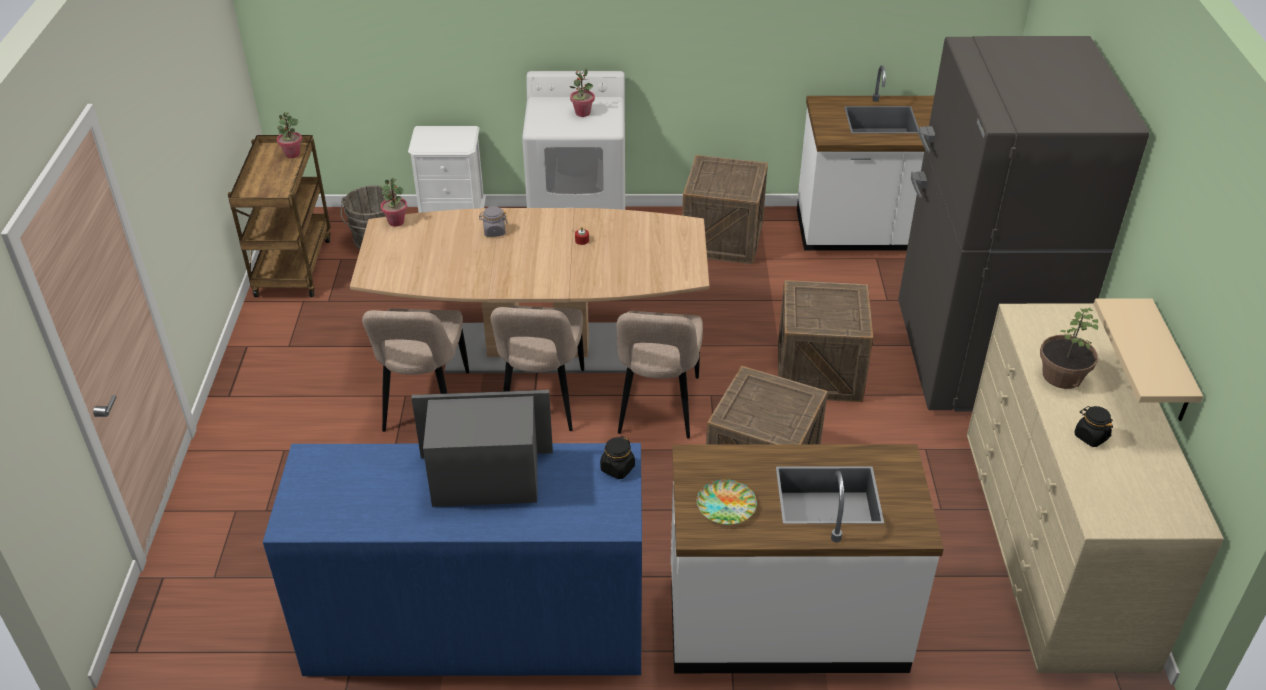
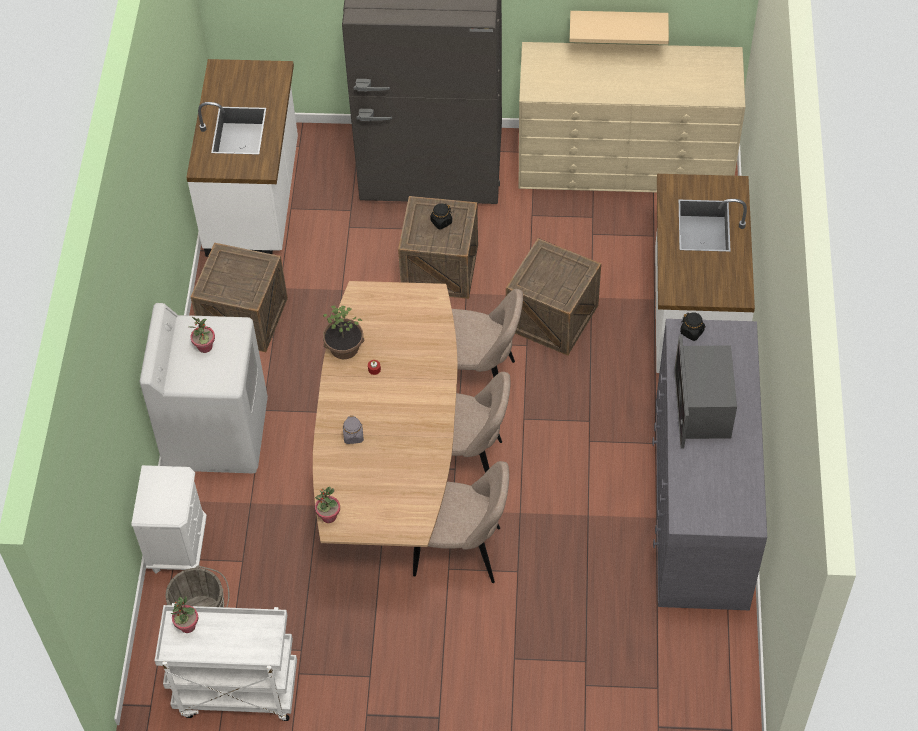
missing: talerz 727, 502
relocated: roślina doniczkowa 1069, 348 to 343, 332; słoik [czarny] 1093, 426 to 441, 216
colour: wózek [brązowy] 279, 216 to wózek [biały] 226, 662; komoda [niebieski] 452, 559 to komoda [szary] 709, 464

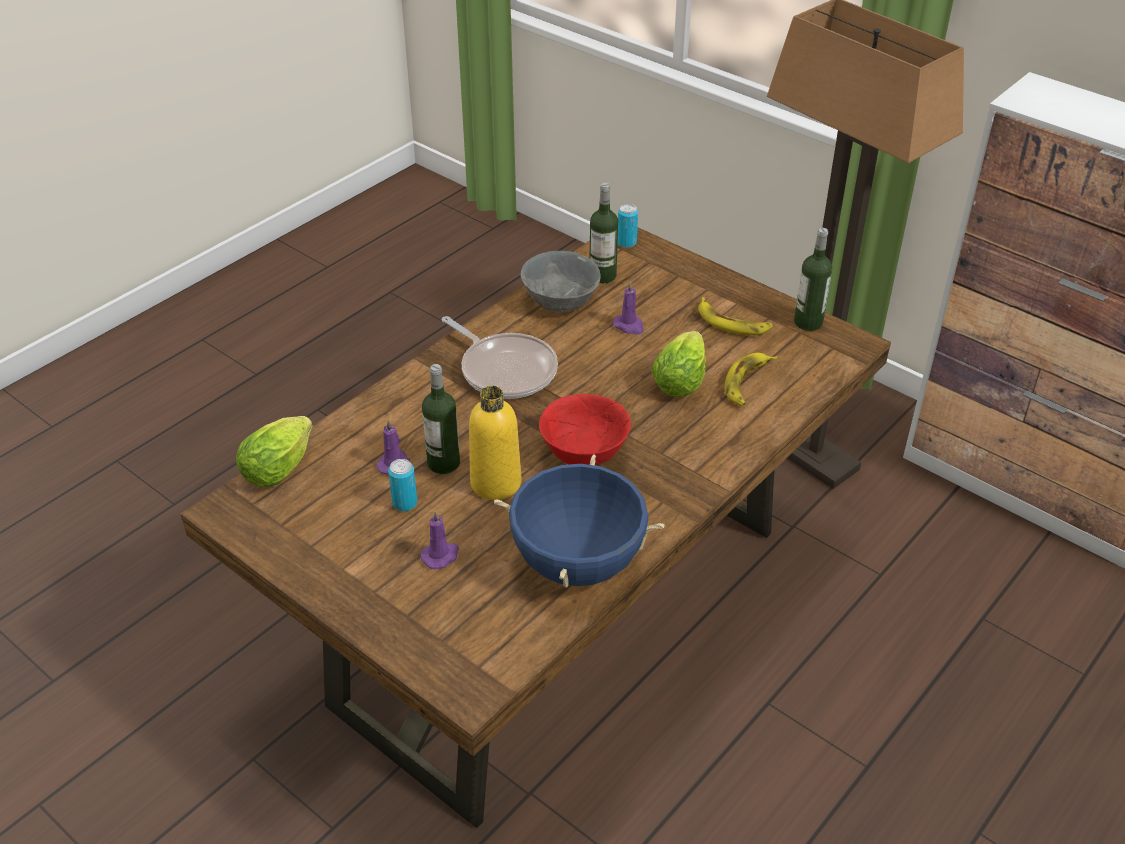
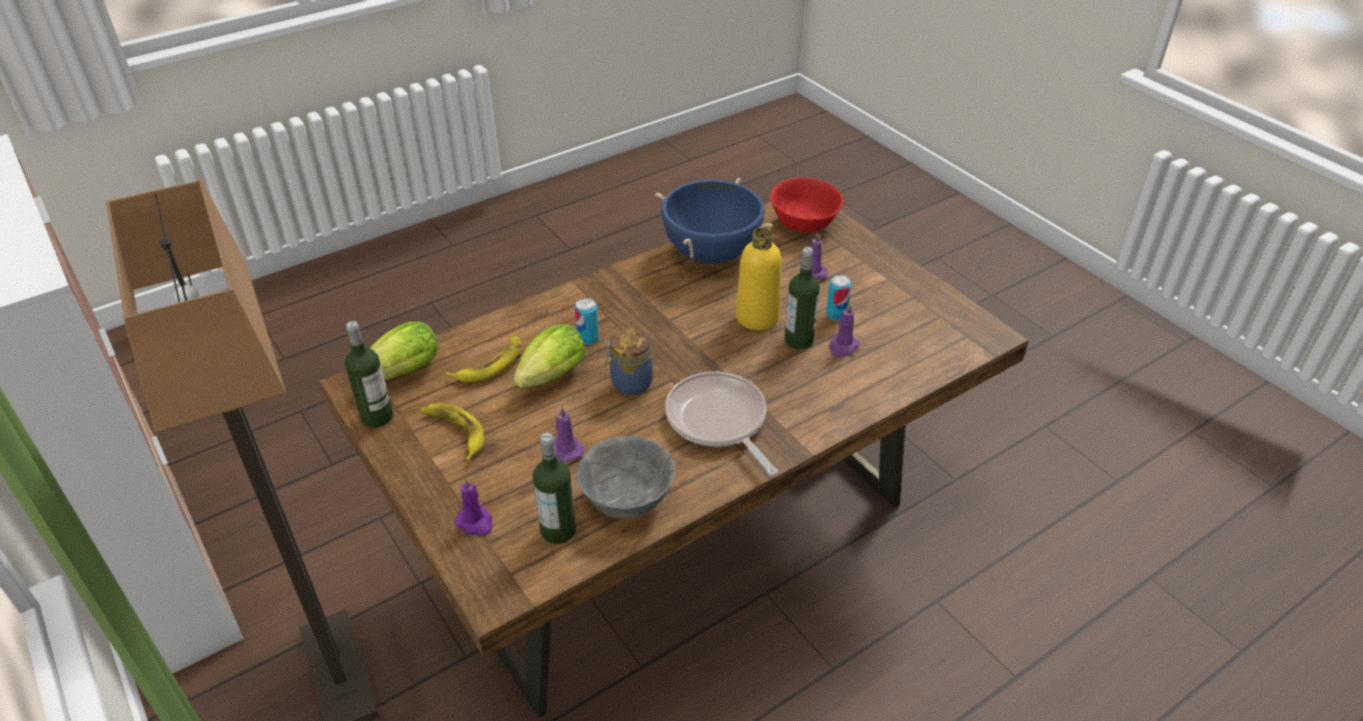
appeared: świeca [fioletowy] 473, 506; słoik 629, 361
relocated: sałata 274, 451 to 404, 350; miska [czerwony] 585, 429 to 806, 205; puszka 628, 226 to 587, 321

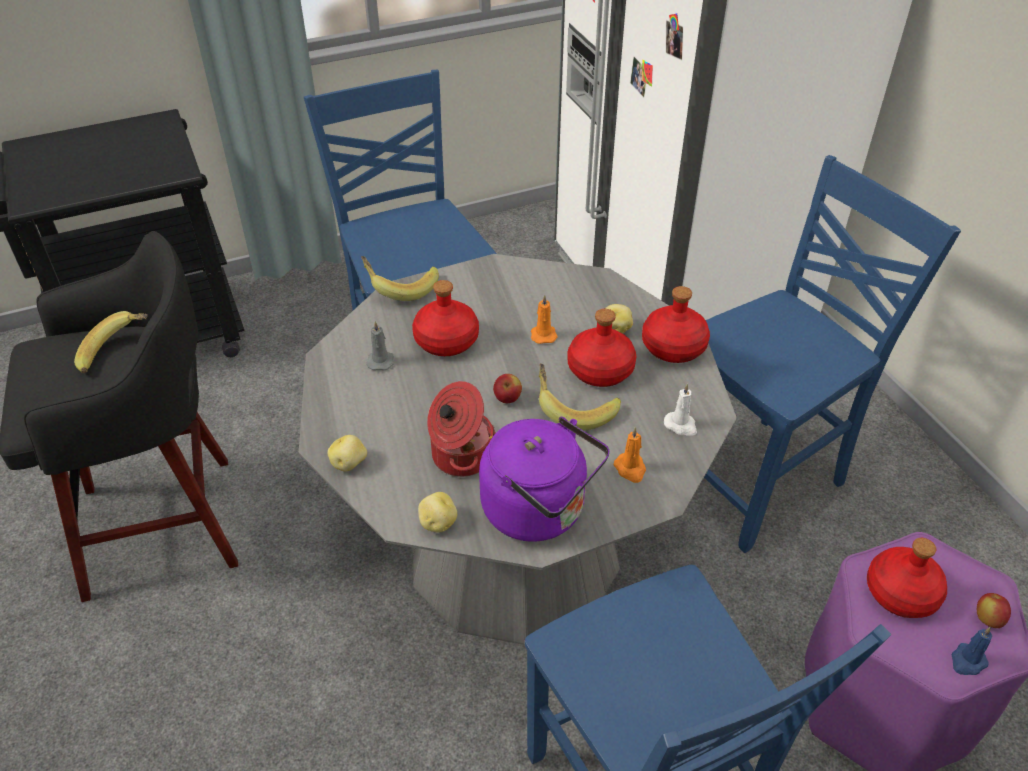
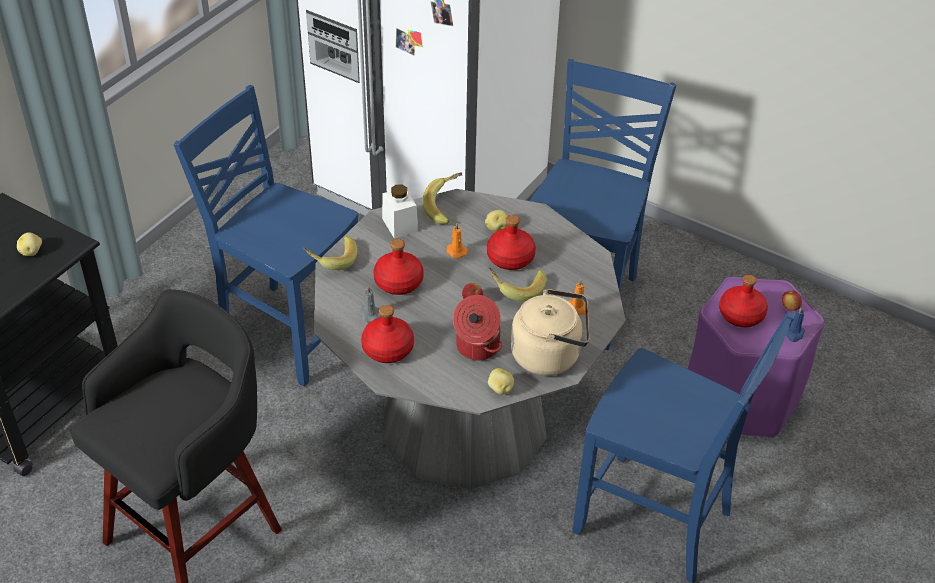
missing: świeca [biały] 680, 409
appeared: słoik [biały] 400, 212
relocated: banan 111, 342 to 442, 199; ziemniak 347, 453 to 29, 244; butelka [czerwony] 676, 324 to 387, 334
colour: czajnik [fioletowy] 544, 479 to czajnik [beżowy] 550, 332

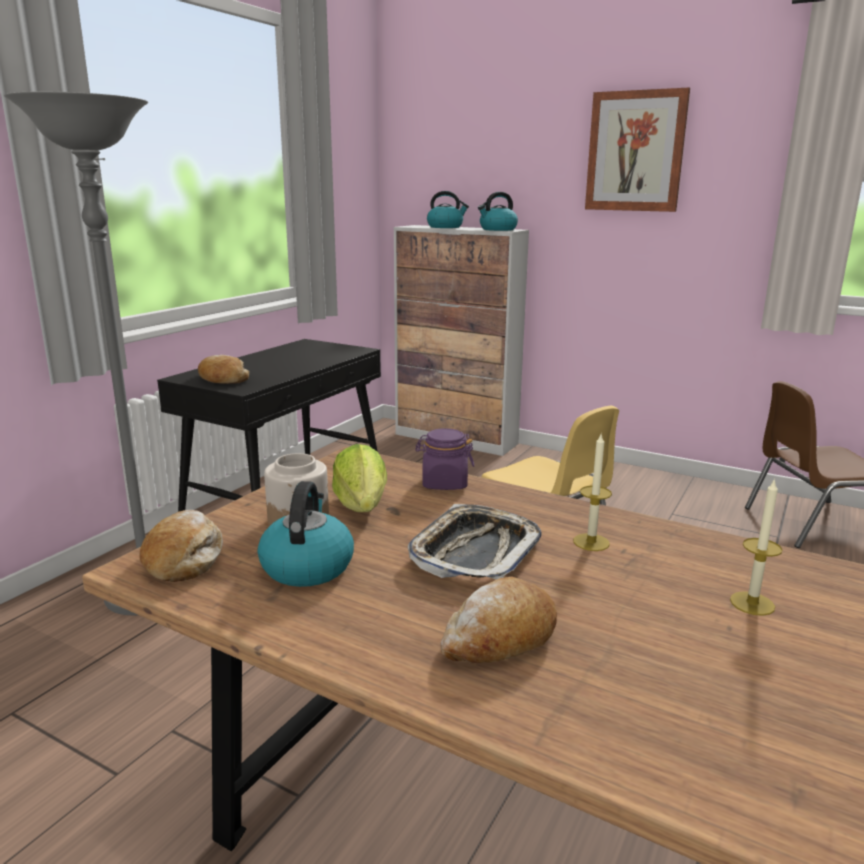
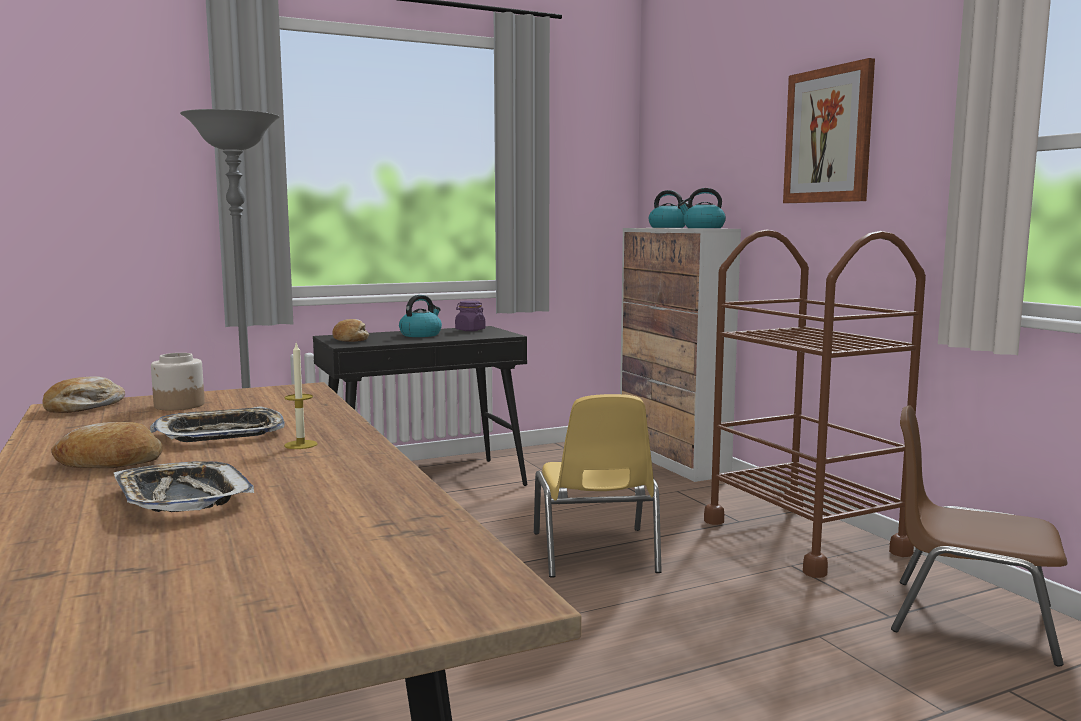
missing: sałata 359, 478; świeca 756, 547
appeared: taca 184, 486; wózek [brązowy] 815, 403
relocated: czajnik 306, 534 to 420, 316; słoik [fioletowy] 444, 459 to 470, 316

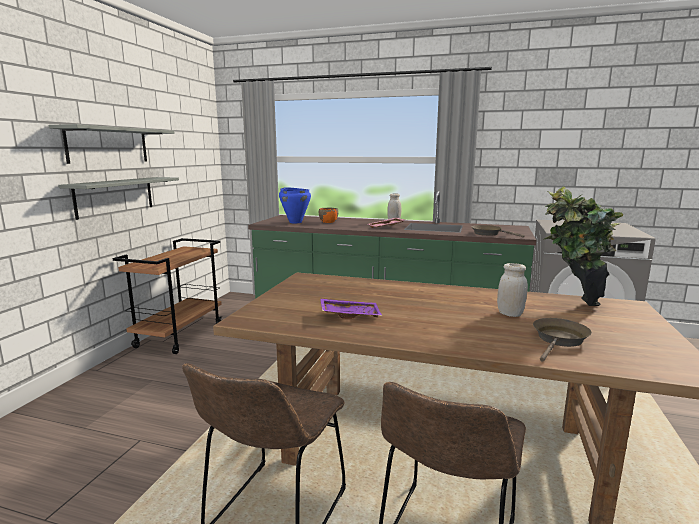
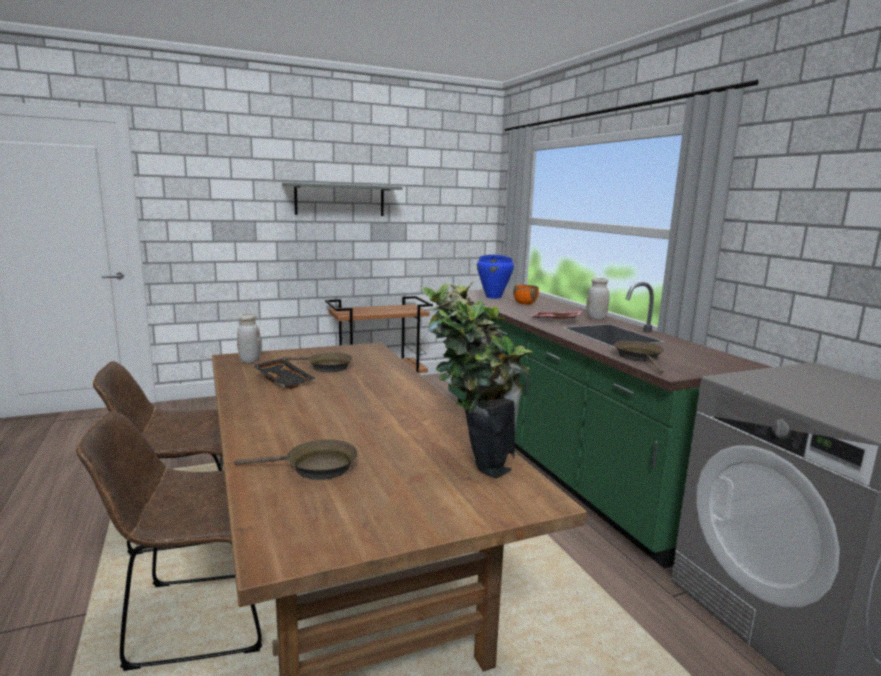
missing: półka [szary] 118, 198
appeared: patelnia [brązowy] 317, 362
relocated: słoik [biały] 512, 290 to 249, 338
colour: taca [fioletowy] 351, 308 to taca [czarny] 284, 373

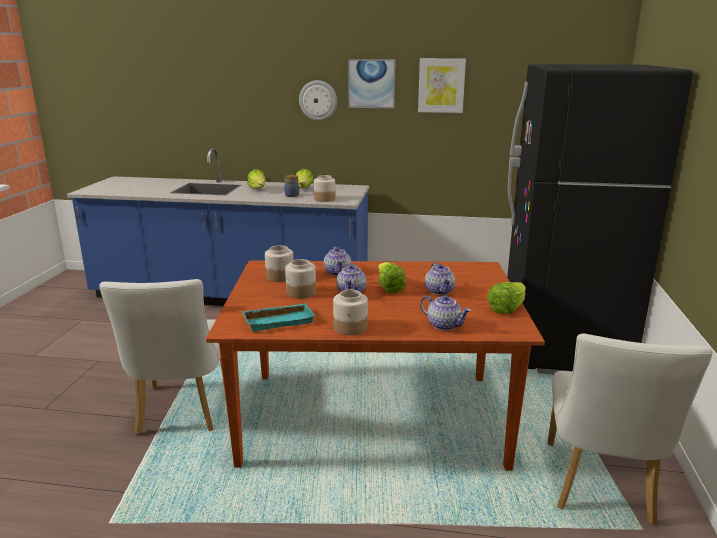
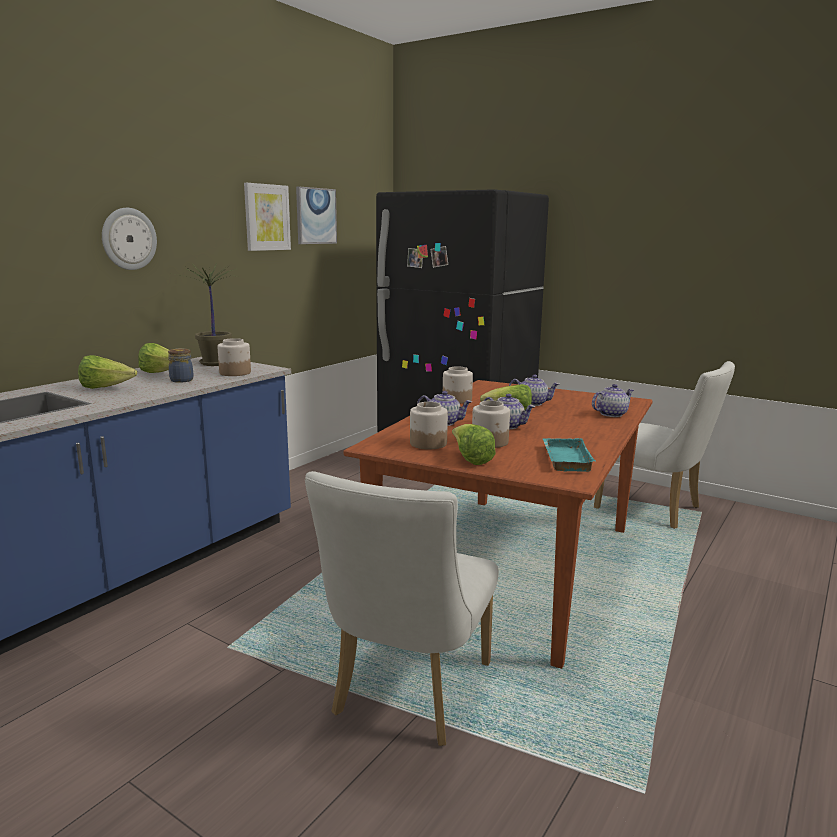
appeared: roślina doniczkowa 207, 314
relocated: słoik 350, 312 to 458, 385; obraz 372, 84 to 316, 215; sałata 506, 298 to 474, 444
spun: krzesło [biały] 161, 356 = 402, 608 90 degrees clockwise

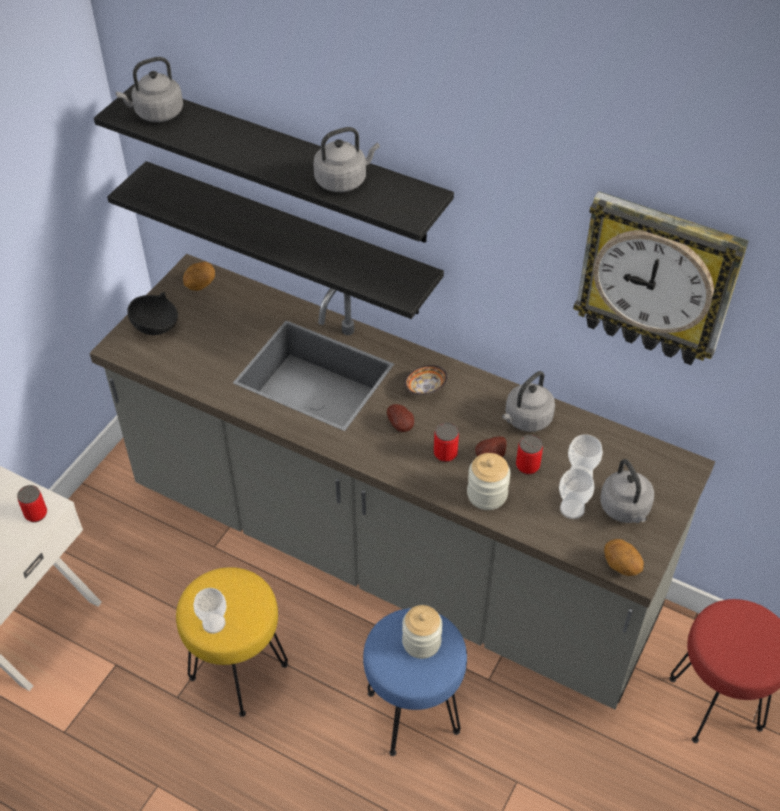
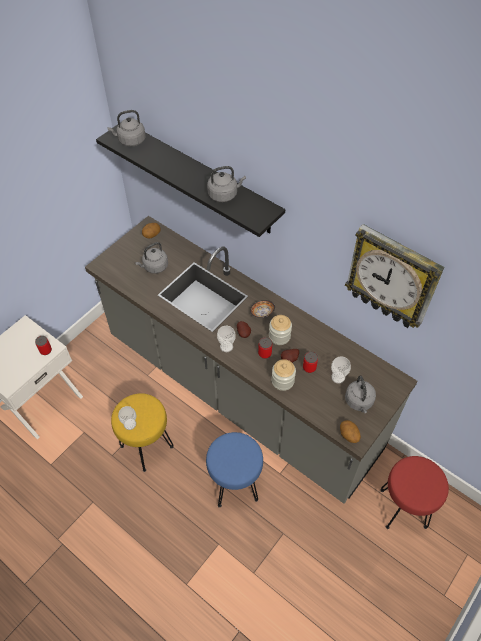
missing: półka [czarny] 275, 240; miska [czarny] 152, 313
relocated: słoik 422, 632 to 280, 330; czajnik [szary] 528, 401 to 151, 258; filiżanka 576, 493 to 226, 339

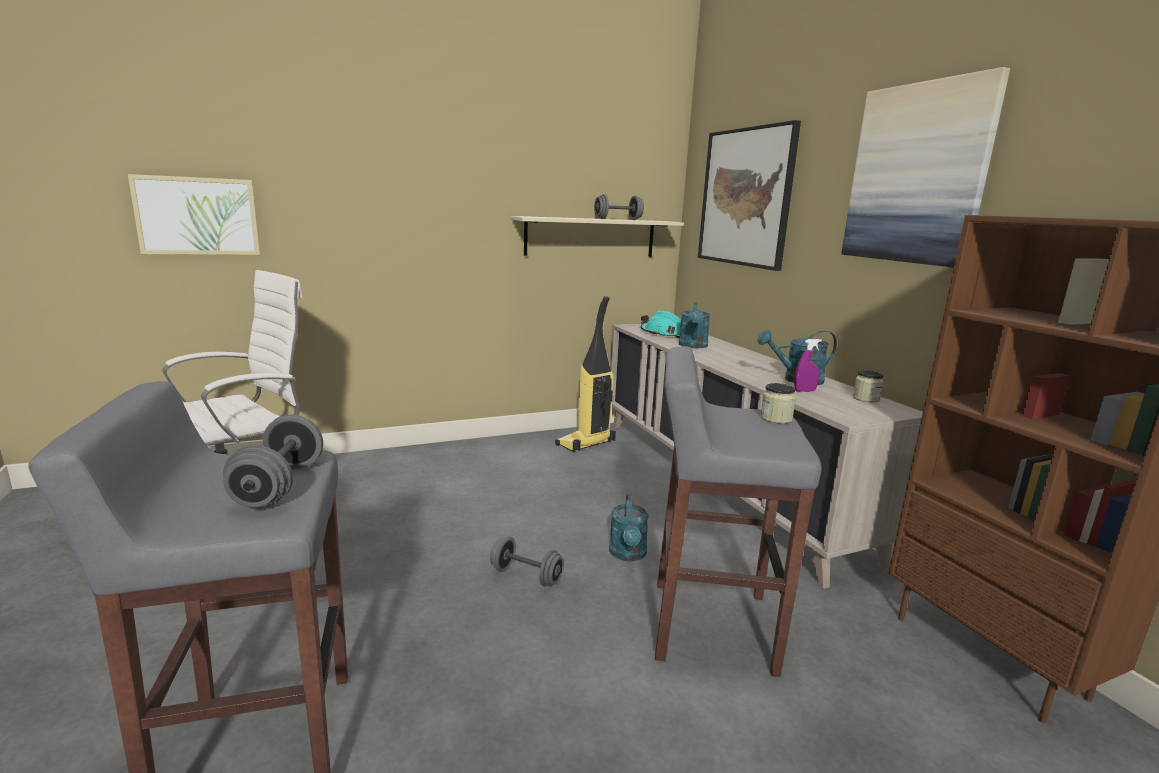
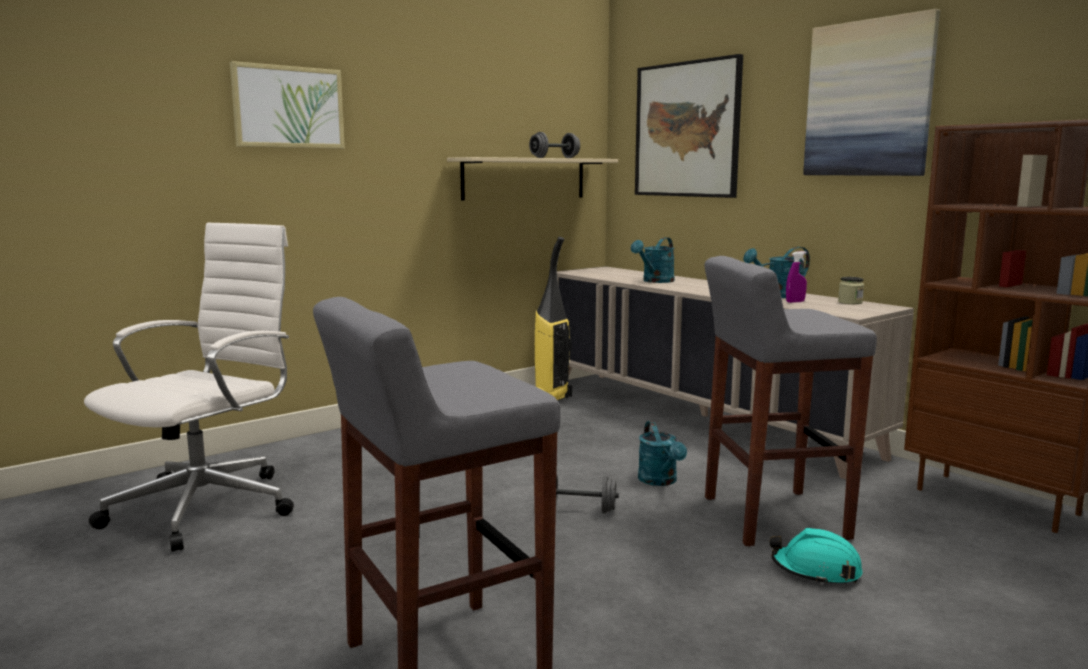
missing: hantel [szary] 273, 460; słoik 778, 403
relocated: obraz 194, 214 to 287, 105; kask [turkusowy] 661, 324 to 816, 556
spun: konewka [turkusowy] 694, 325 = 652, 260 45 degrees clockwise

